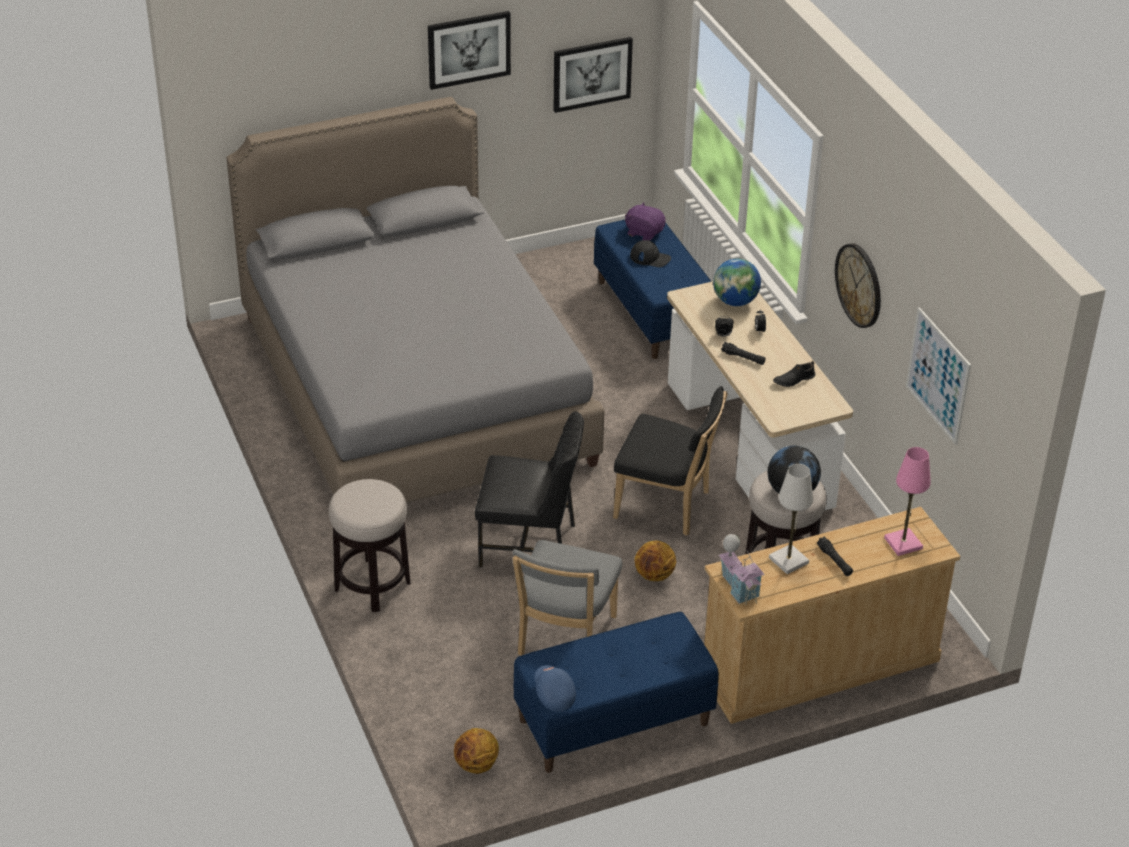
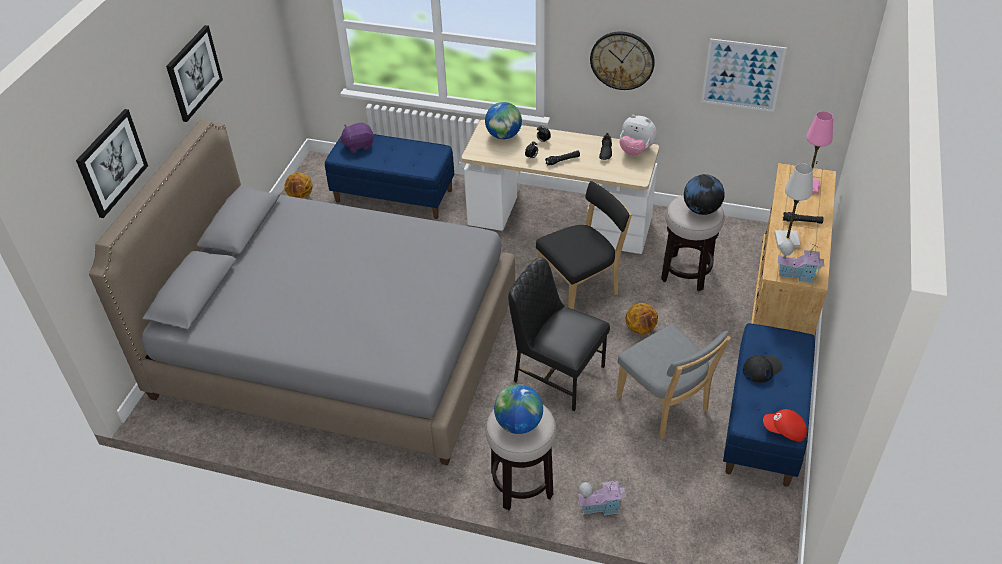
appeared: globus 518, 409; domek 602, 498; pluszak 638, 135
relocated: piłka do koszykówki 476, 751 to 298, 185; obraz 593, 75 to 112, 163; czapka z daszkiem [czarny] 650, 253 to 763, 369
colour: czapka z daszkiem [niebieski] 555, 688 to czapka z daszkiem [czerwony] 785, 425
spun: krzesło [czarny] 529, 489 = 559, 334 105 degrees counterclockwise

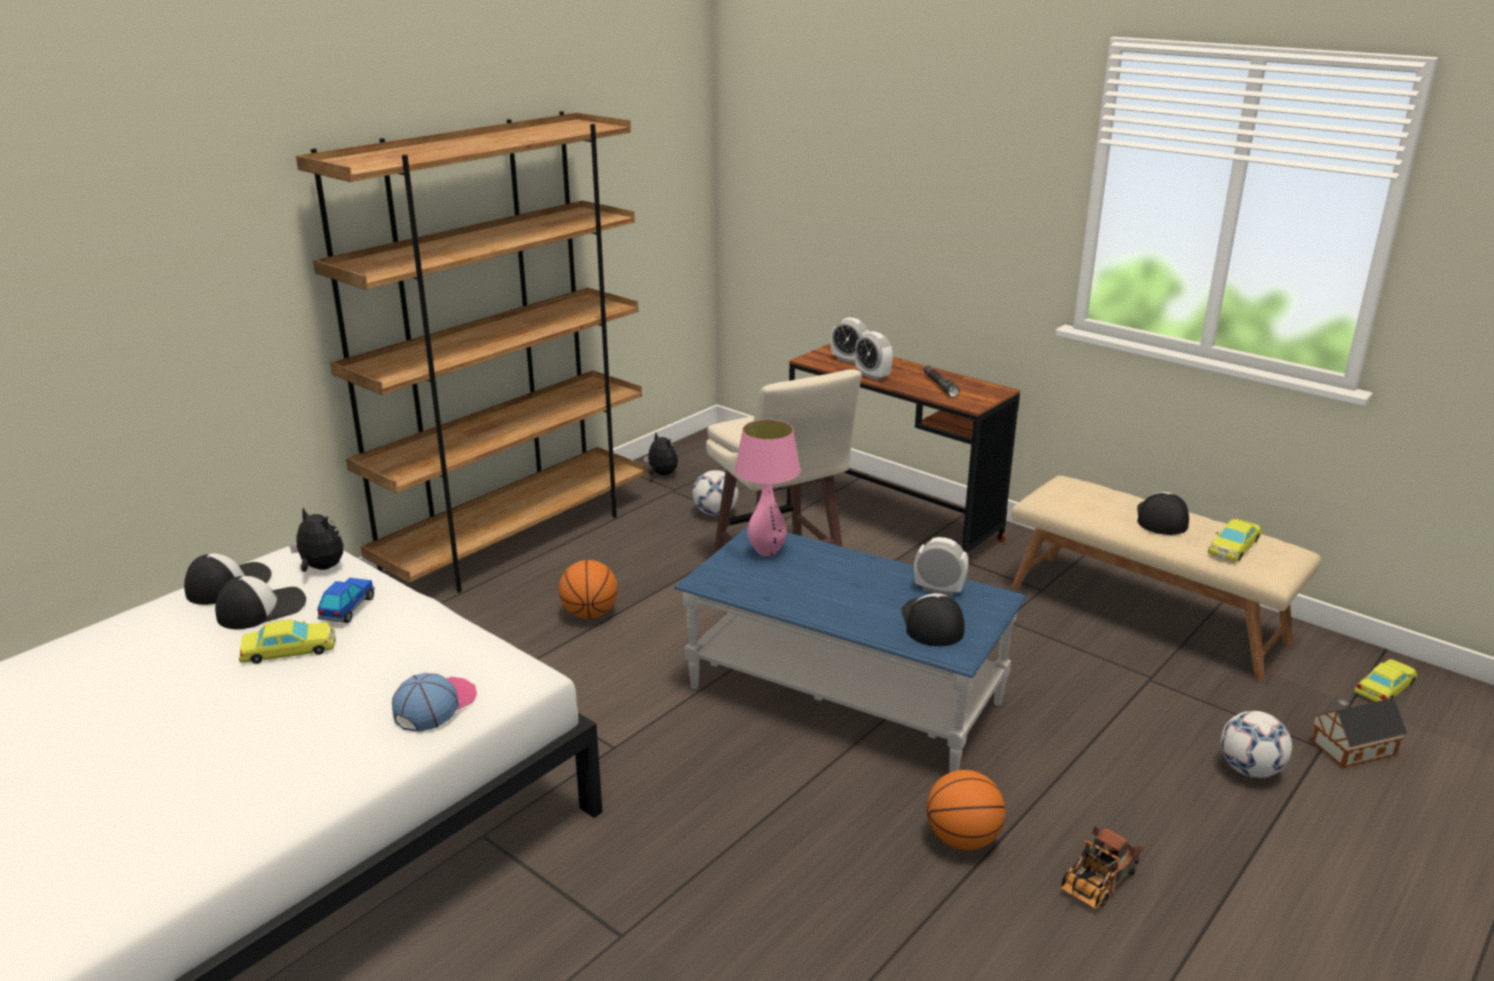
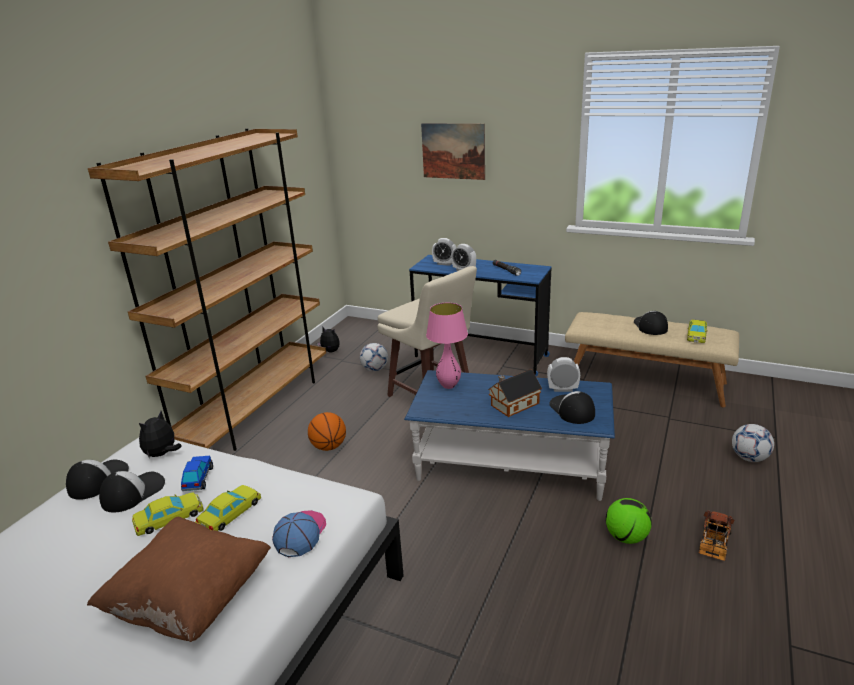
appeared: poduszka [brązowy] 179, 579; obraz 453, 151
relocated: domek 1360, 733 to 515, 393; samochodzik [żółty] 1385, 680 to 228, 508
exchanged: piłka do koszykówki 965, 810 to piłka futbolowa 629, 521
colour: biurko [brązowy] 903, 455 to biurko [niebieski] 480, 315
spun: pluszak 316, 540 = 160, 434 75 degrees counterclockwise

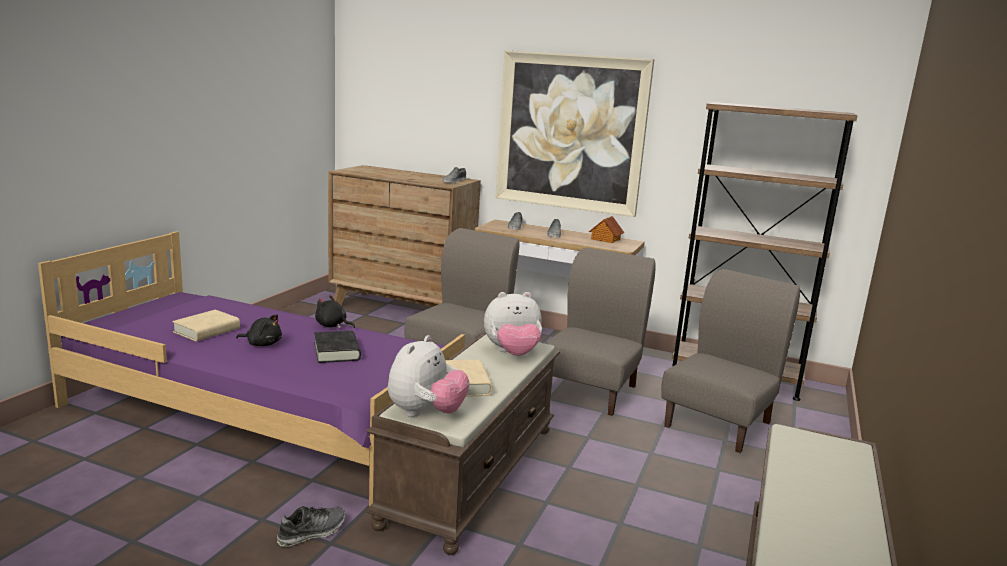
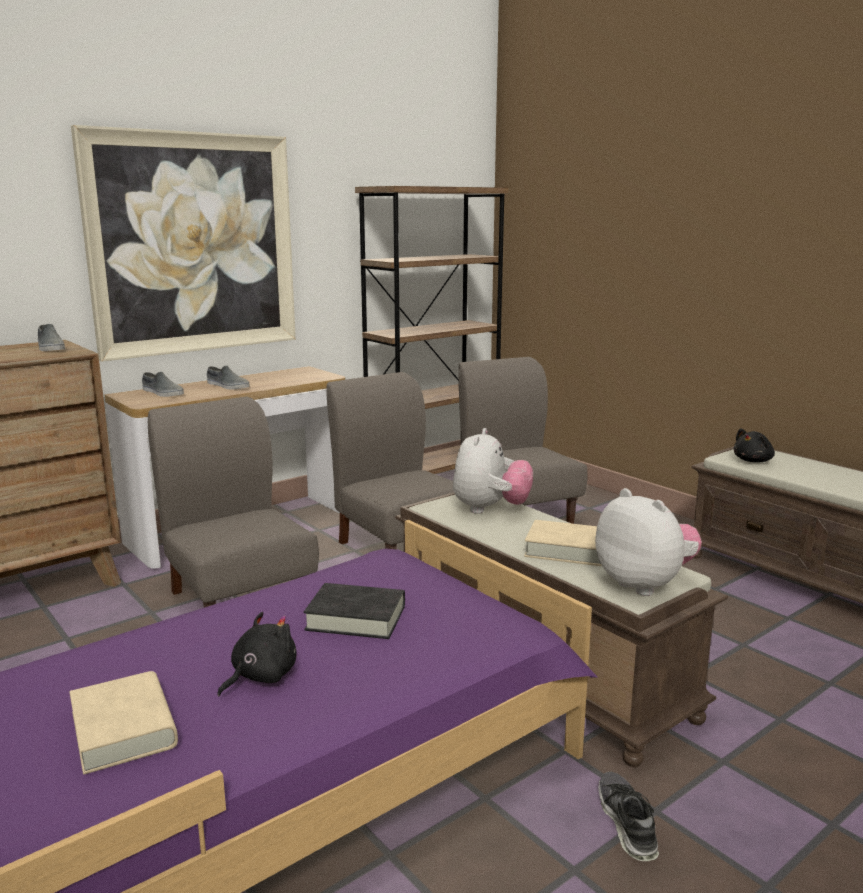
missing: domek 606, 229
relocated: pluszak [czarny] 335, 312 to 754, 445

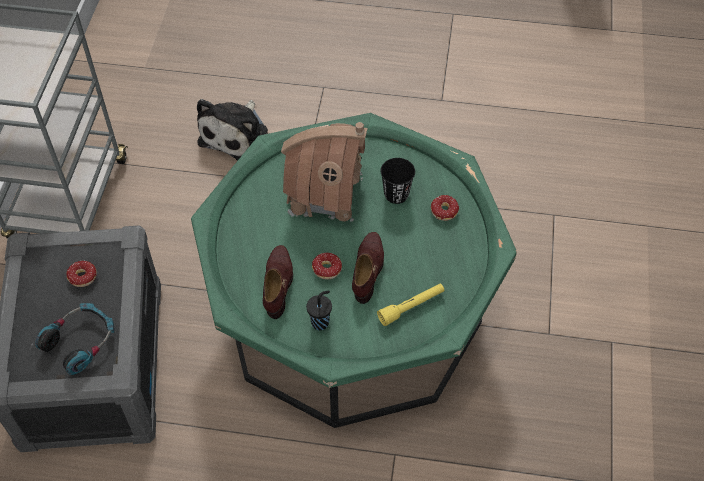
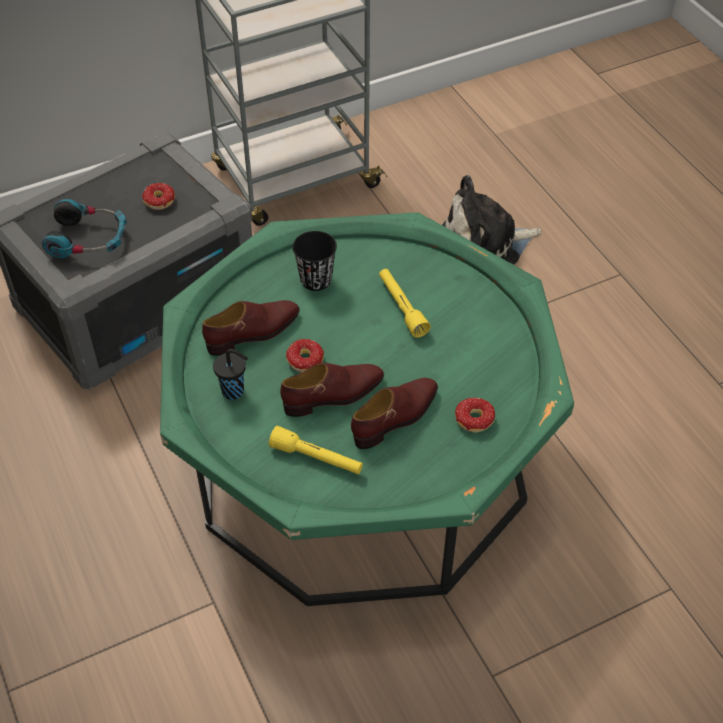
appeared: but [brązowy] 394, 413
relocated: filiżanka [czarny] 398, 181 to 315, 261
exchanged: domek 324, 174 to latarka [żółty] 405, 303

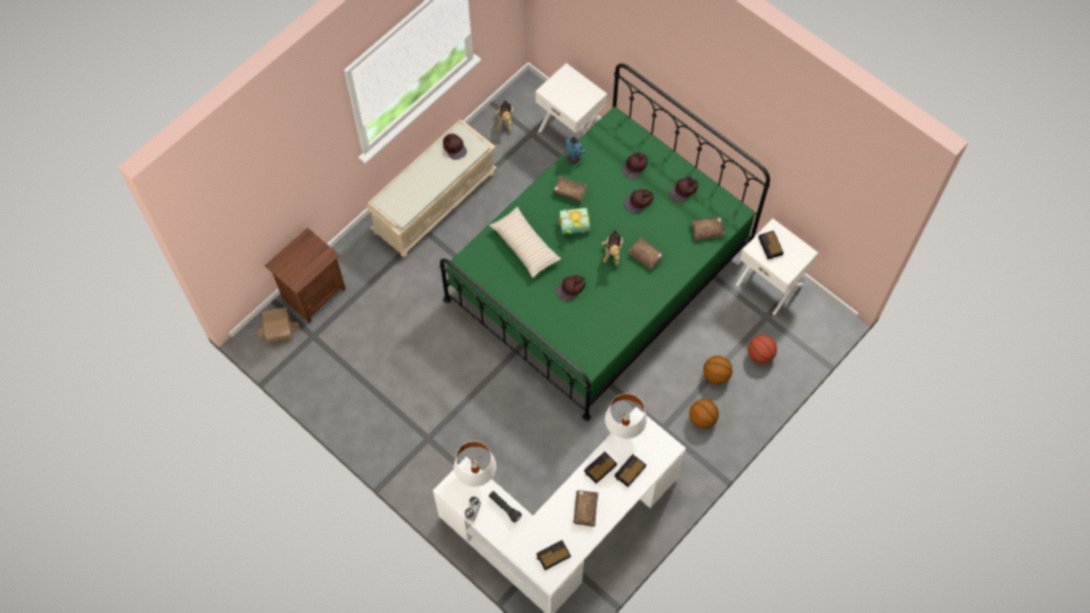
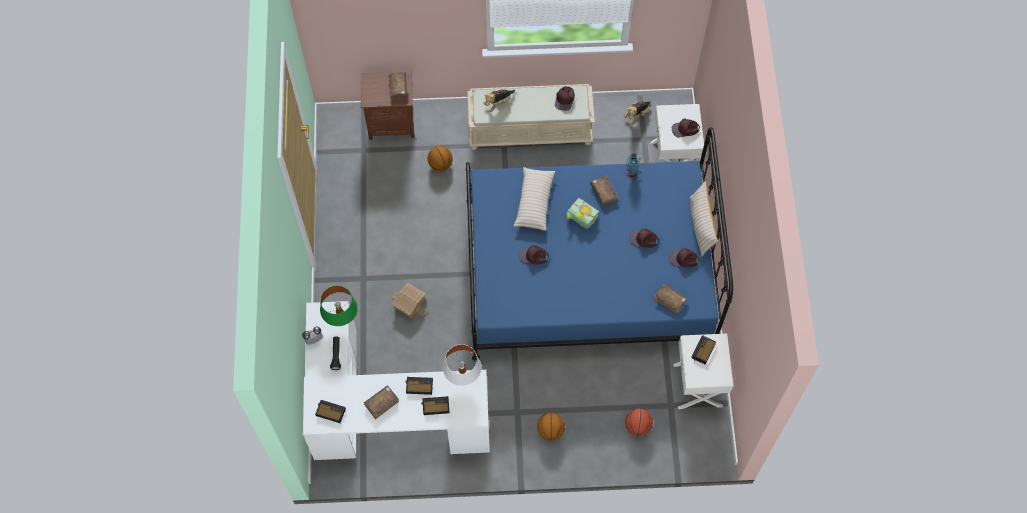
appeared: poduszka [beżowy] 704, 219
relocated: domek 279, 325 to 409, 301; pluszak 612, 247 to 499, 100; czapka z daszkiem [brązowy] 635, 165 to 686, 128; książka [brązowy] 646, 254 to 397, 85; piłka do koszykówki 718, 370 to 440, 158
colour: łóżko [zielony] 605, 242 to łóżko [niebieski] 599, 244; lampa stołowa [biały] 475, 464 to lampa stołowa [zielony] 339, 306

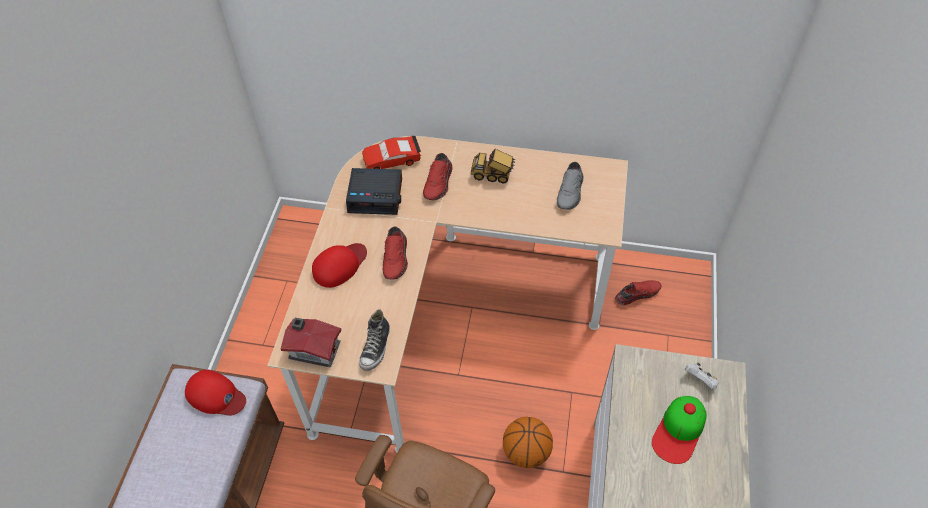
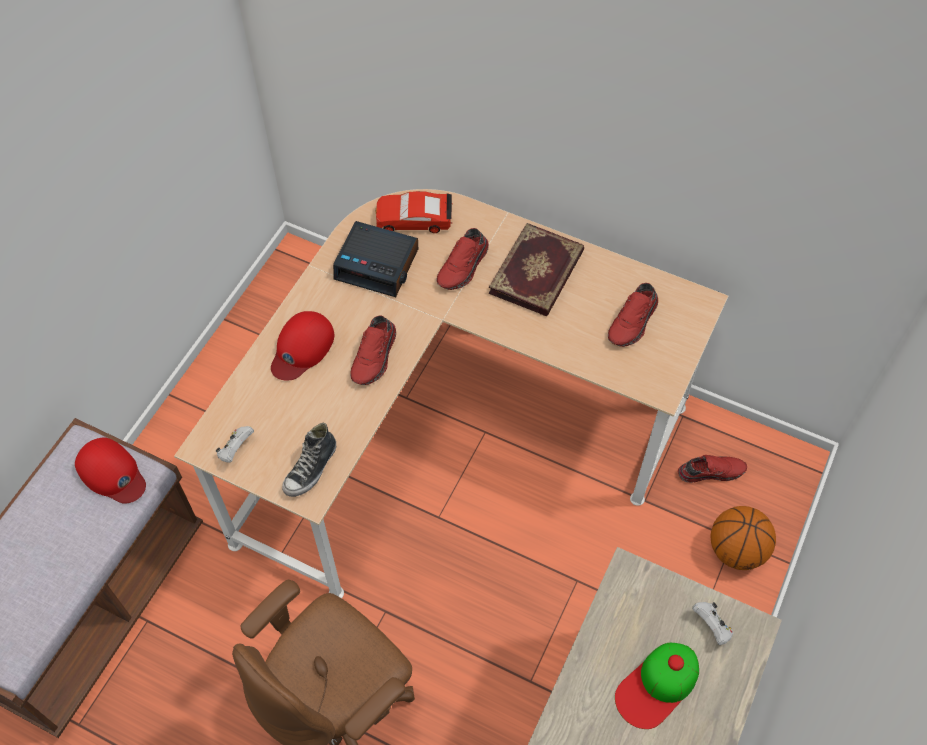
relocated: piłka do koszykówki 528, 442 to 743, 538
exchanged: domek 311, 343 to pad do gier [biały] 235, 444; ciężarówka zabawkowa 493, 166 to książka 536, 269
colour: but [szary] 570, 186 to but [czerwony] 633, 315
spun: czapka z daszkiem [czerwony] 339, 265 = 302, 346 150 degrees clockwise

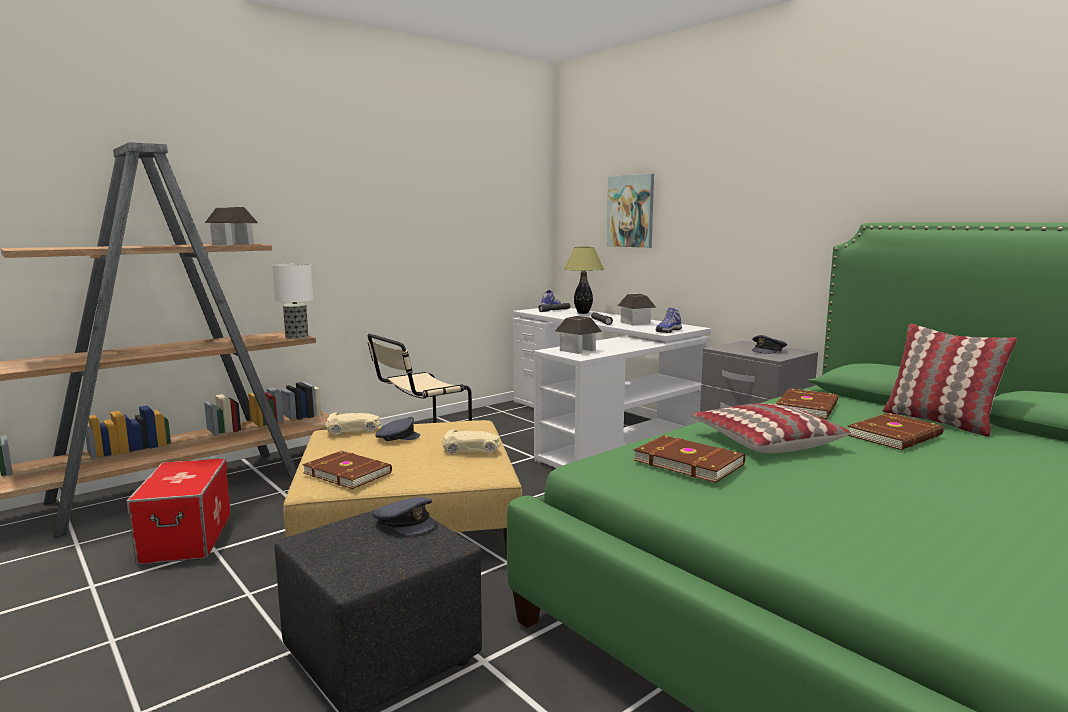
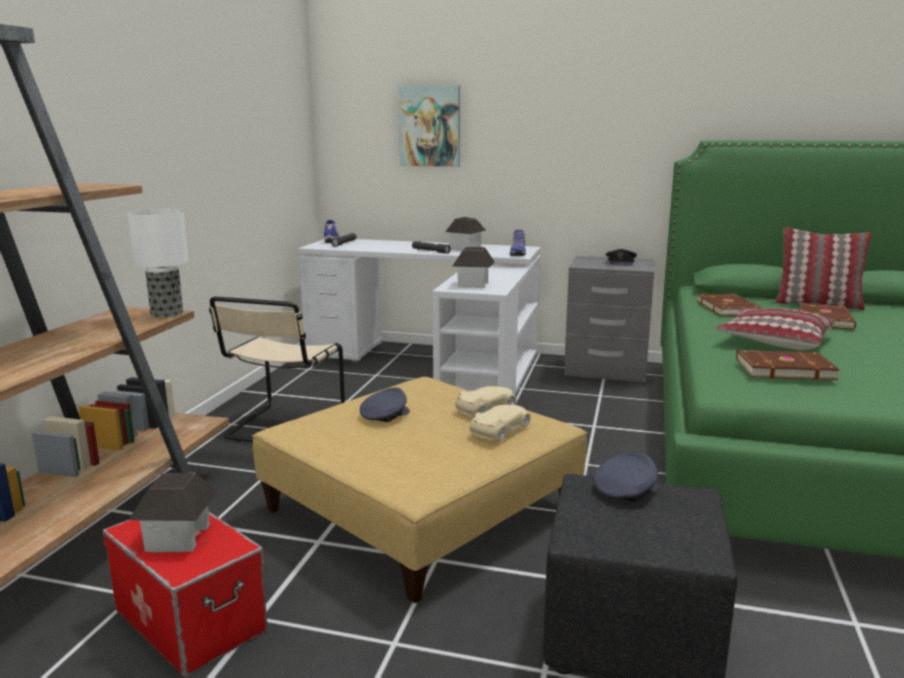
missing: książka [brązowy] 347, 470; lampa stołowa 584, 280
relocated: domek 231, 226 to 173, 512; samochodzik [beżowy] 353, 424 to 500, 423
spun: czapka z daszkiem [szary] 403, 516 = 626, 477 45 degrees counterclockwise

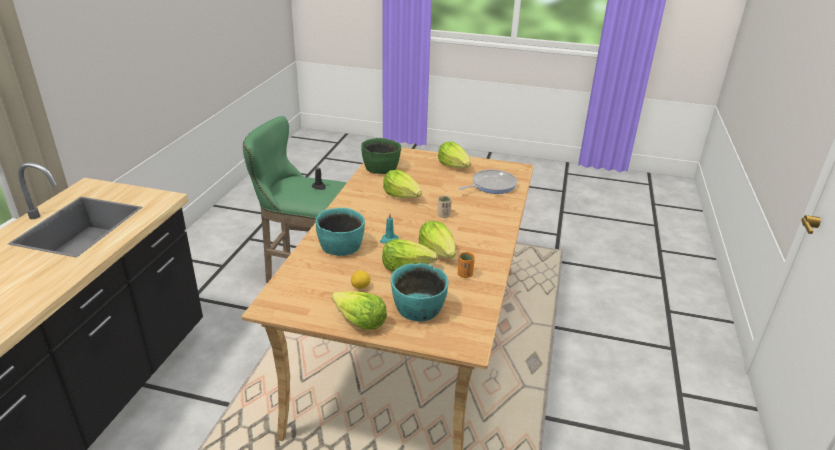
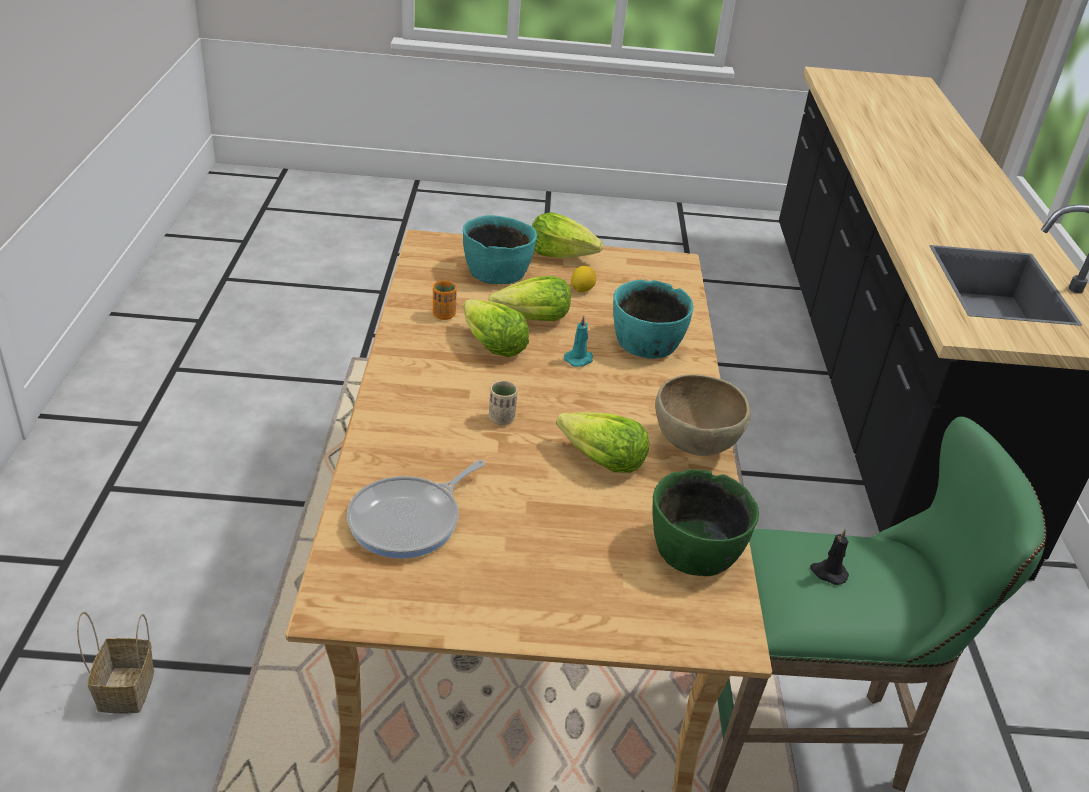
missing: sałata 454, 155
appeared: koszyk 115, 662; miska [brązowy] 703, 415

